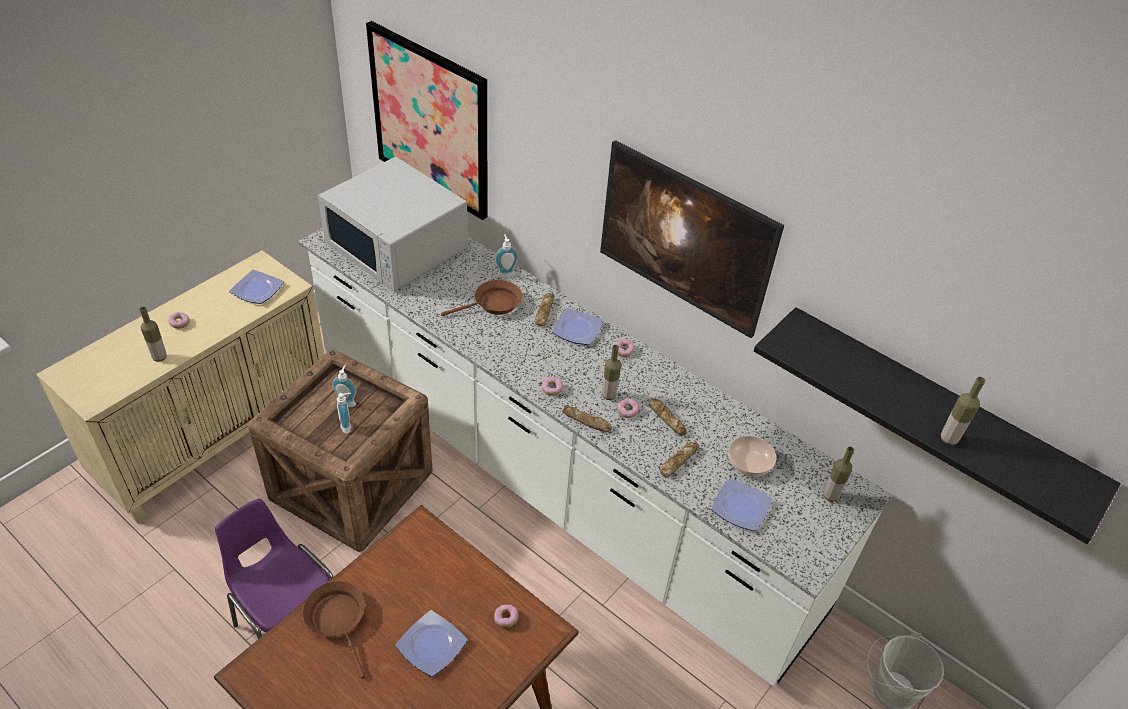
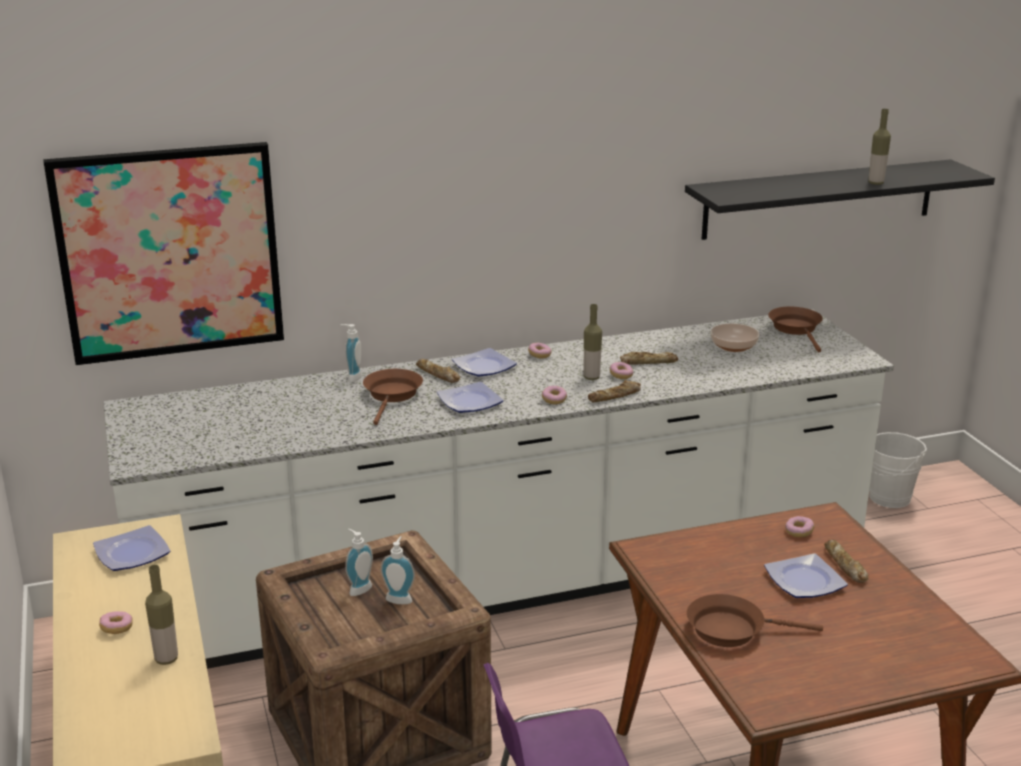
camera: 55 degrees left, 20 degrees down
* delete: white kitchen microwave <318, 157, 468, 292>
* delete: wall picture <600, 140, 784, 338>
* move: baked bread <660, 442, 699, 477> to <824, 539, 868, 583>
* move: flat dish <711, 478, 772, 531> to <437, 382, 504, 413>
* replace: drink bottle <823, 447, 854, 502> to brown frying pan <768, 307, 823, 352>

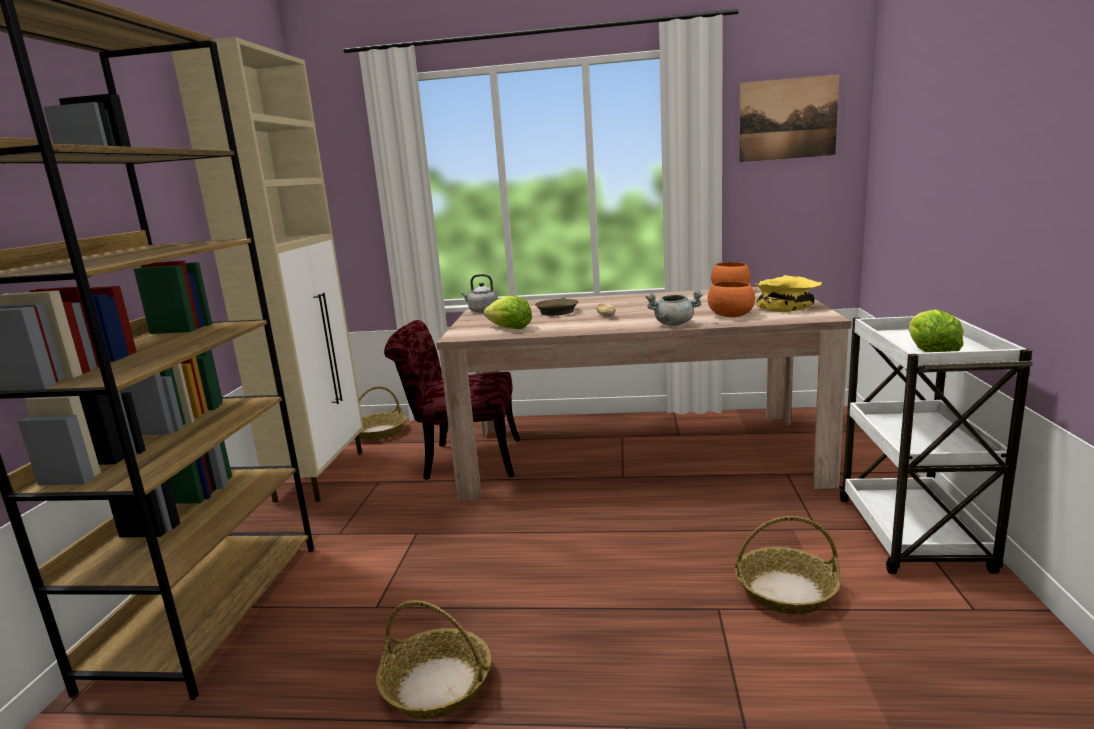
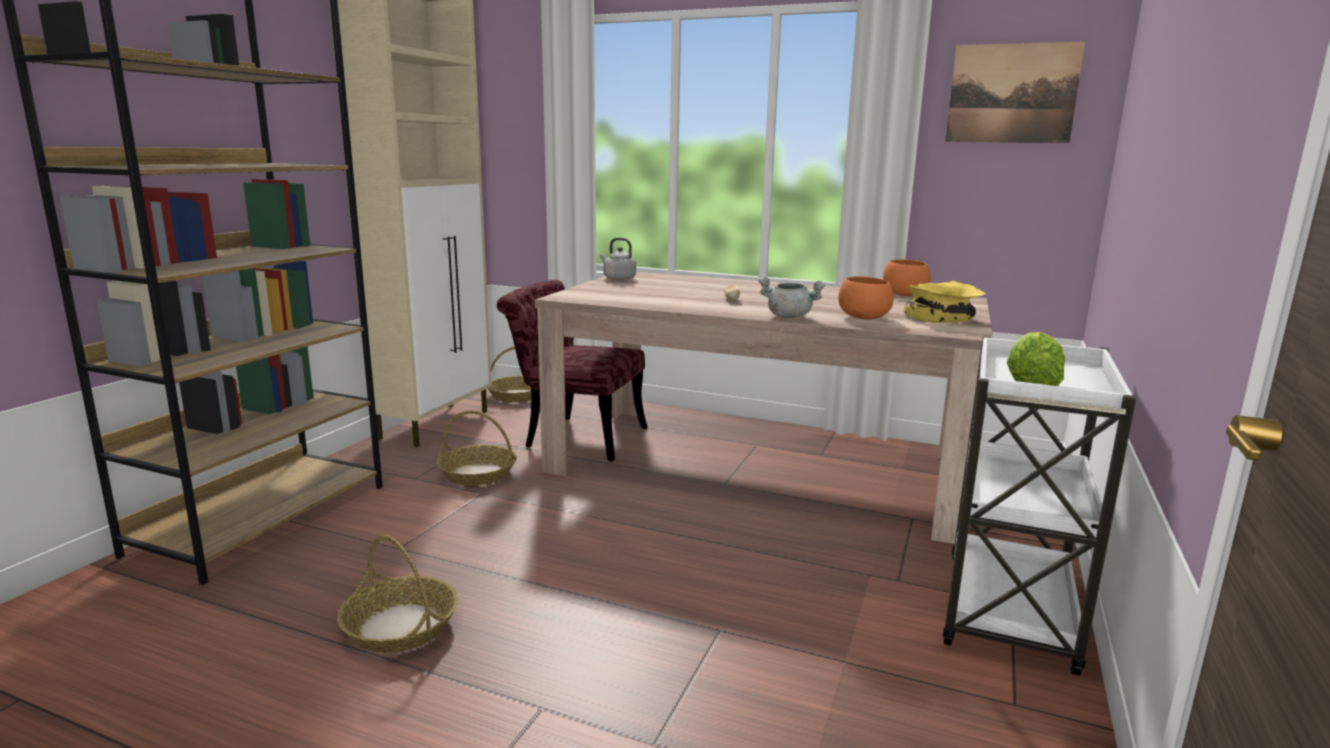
camera: 15 degrees right, 0 degrees up
* delete: head of lettuce <483, 296, 532, 329>
* delete: brown frying pan <535, 297, 578, 316>
* move: basket <735, 516, 840, 615> to <437, 410, 517, 486>

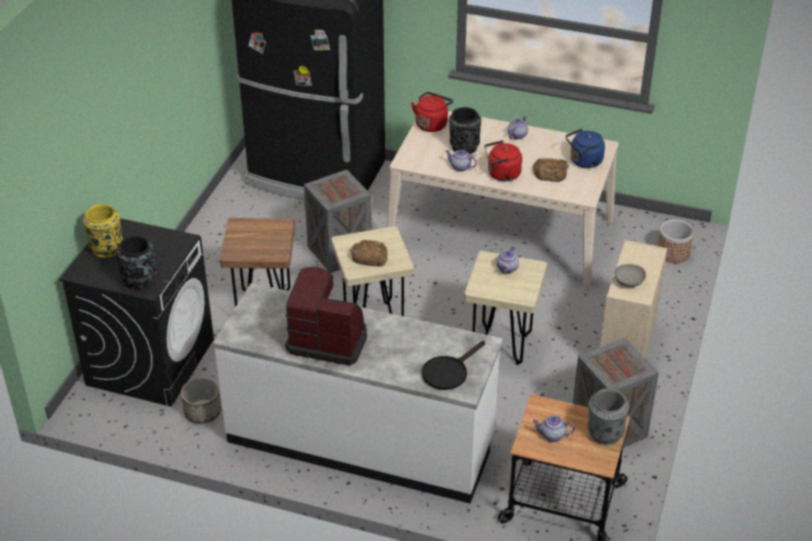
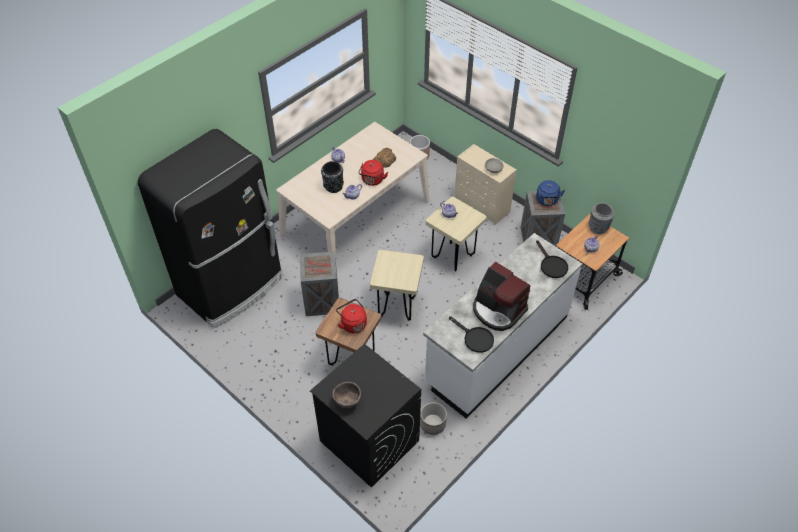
camera: 65 degrees left, 10 degrees up
* delete: black flower vase <116, 235, 157, 289>
* delete: baked bread <350, 240, 388, 267>
* insert: black frying pan <449, 316, 494, 353>
* move: red water kettle <411, 92, 453, 132> to <336, 299, 367, 333>
* move: blue-coloured water kettle <566, 128, 605, 168> to <536, 180, 565, 206>
* replace: yellow-coloured flower vase <83, 204, 123, 258> to brown bowl <333, 382, 361, 408>
* rotate: coffee brewer <285, 267, 367, 366> = <473, 262, 530, 331> 90 degrees counterclockwise

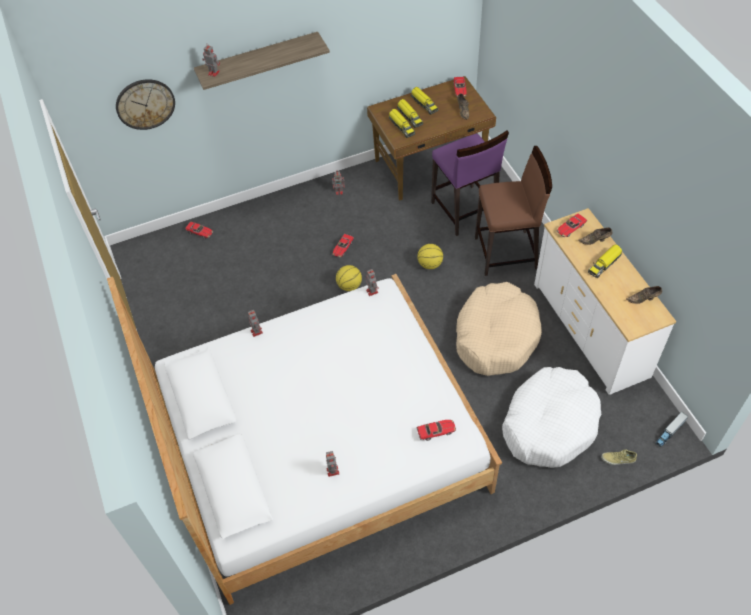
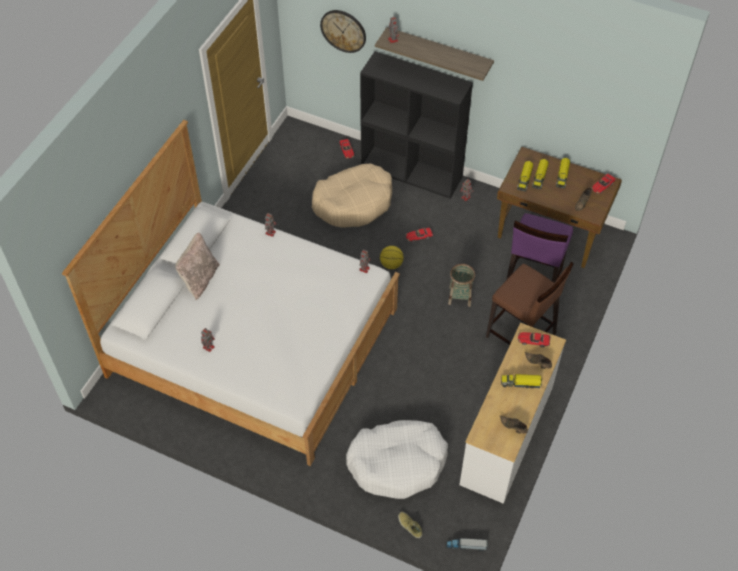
camera: 45 degrees right, 0 degrees up
* delete: miniature car <417, 420, 456, 441>
* insert: sand-coloured cushion <176, 232, 220, 300>
* insert: black bookcase <360, 51, 473, 199>
* move: sand-coloured dog bed <456, 282, 542, 376> to <312, 164, 392, 228>
* replace: ball for basketball <417, 244, 443, 269> to basket <448, 264, 475, 307>

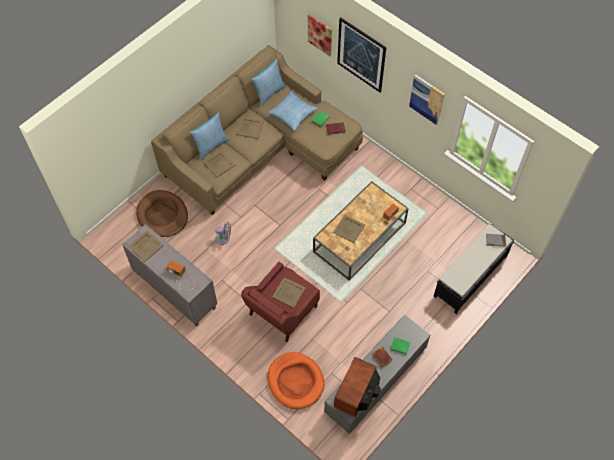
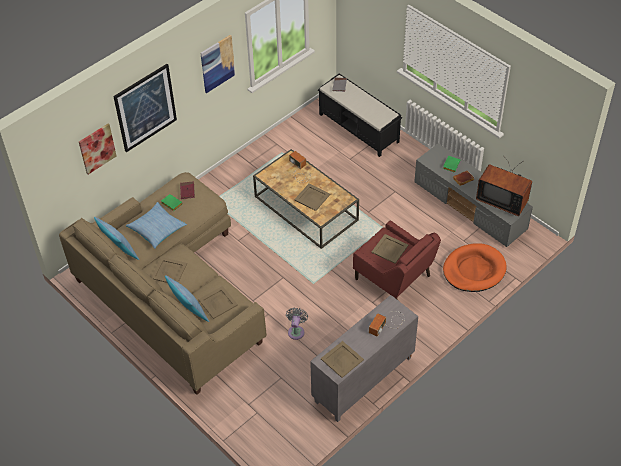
camera: 85 degrees left, 10 degrees down
* delete: brown dog bed <136, 190, 188, 237>

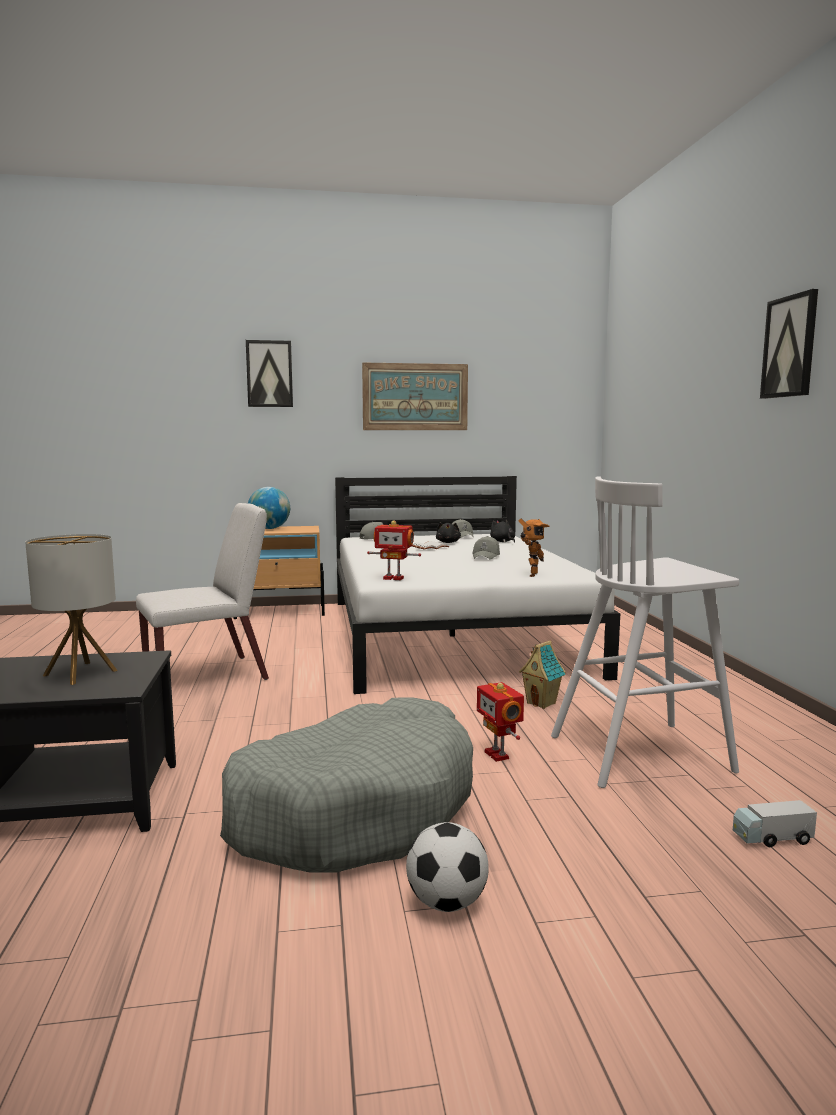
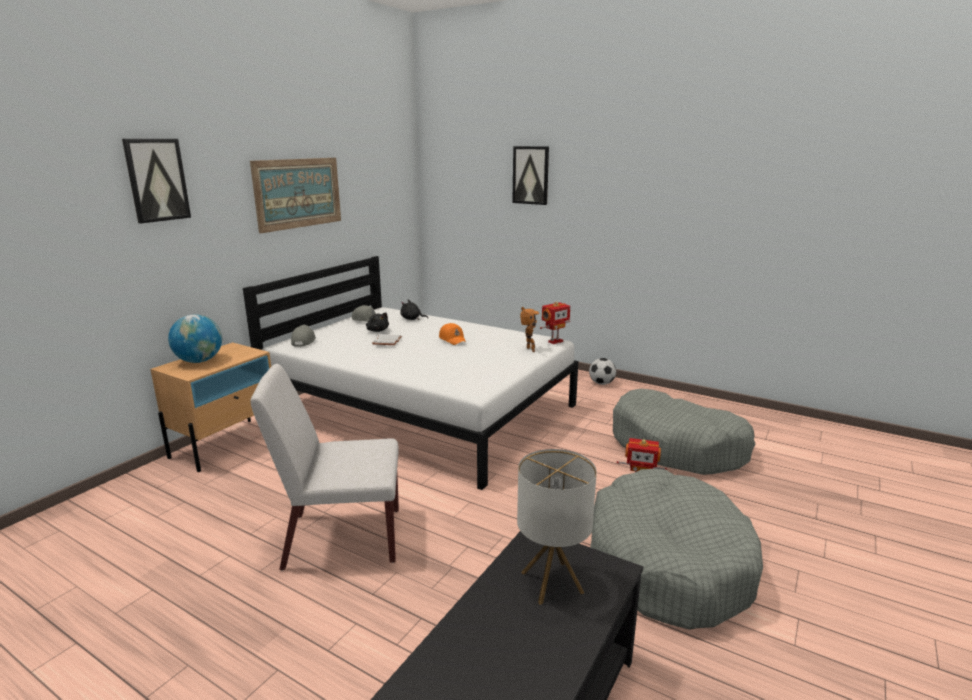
camera: 50 degrees left, 10 degrees up
* delete: model house <519, 641, 566, 709>
* delete: toy lorry <733, 800, 817, 847>
* move: toy robot <367, 520, 421, 580> to <540, 302, 570, 344>
* move: football ball <406, 822, 489, 912> to <589, 358, 616, 385>
* move: wall picture <760, 289, 818, 399> to <512, 146, 549, 205>
* replace: white stool <551, 476, 739, 788> to gray dog bed <613, 389, 755, 475>
* recolor: gray baseball cap <472, 536, 500, 559> to orangey baseball cap <439, 323, 466, 345>
* rotate: white plain chair <136, 503, 269, 680> = <250, 364, 399, 570> 105 degrees counterclockwise

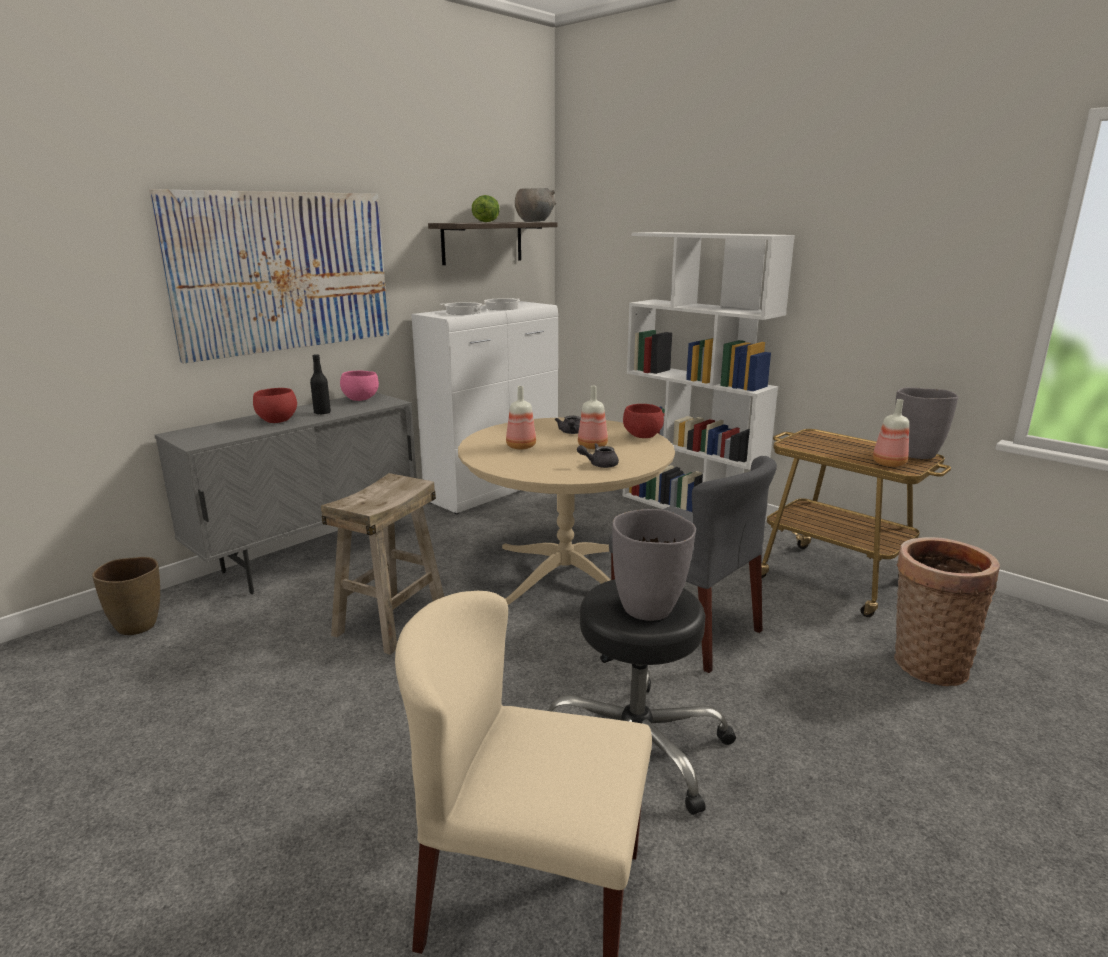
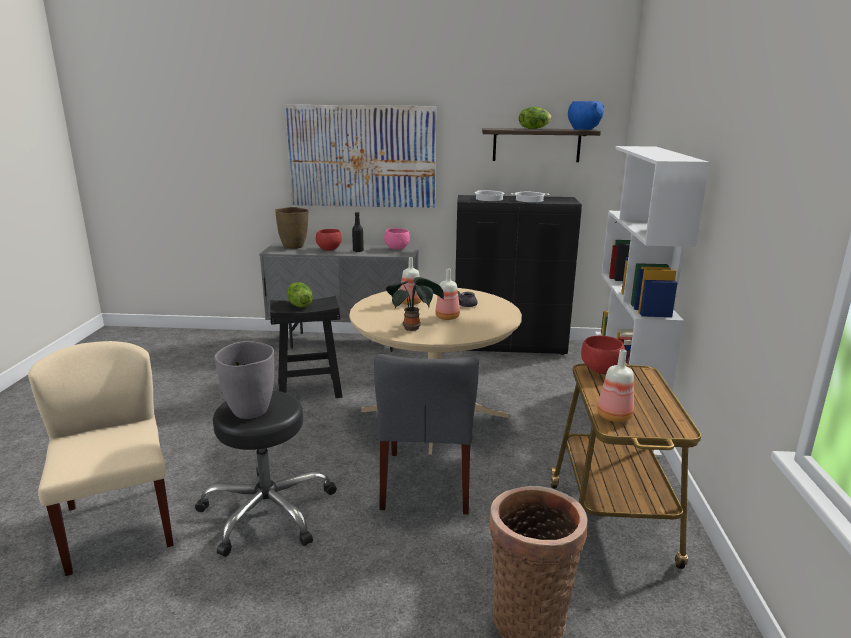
camera: 50 degrees right, 0 degrees up
* delete: gray flower vase <895, 387, 958, 459>
* insert: head of lettuce <287, 282, 313, 308>
* move: brown flower vase <92, 557, 160, 635> to <275, 207, 308, 249>
* move: red bowl <623, 404, 664, 438> to <581, 336, 625, 374>
* replace: gray tea pot <577, 443, 619, 468> to plant in a pot <386, 277, 444, 331>
* recolor: sand-coloured stool <321, 473, 444, 655> to black stool <270, 296, 343, 398>
* recolor: white cupboard <411, 301, 558, 514> to black cupboard <455, 195, 582, 355>
* recolor: gray bowl <515, 188, 556, 222> to blue-coloured bowl <568, 101, 604, 130>

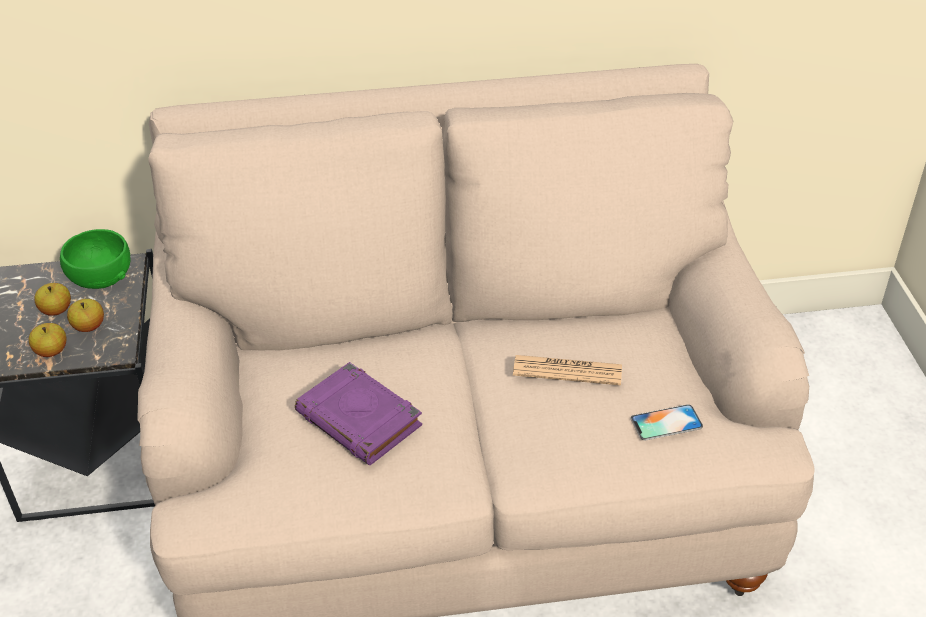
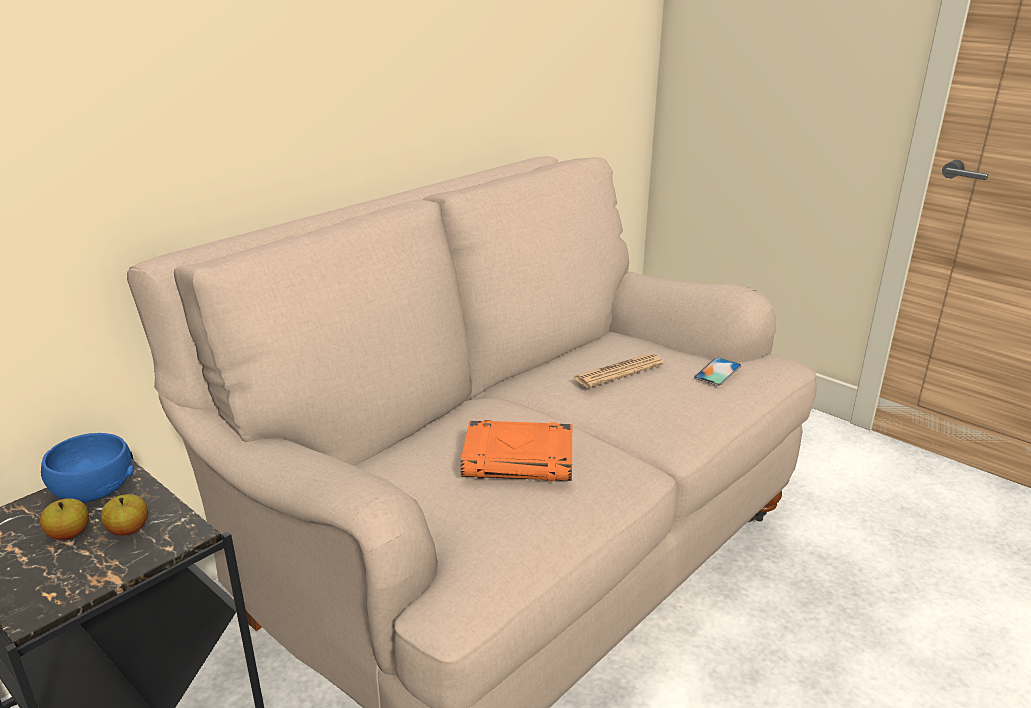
camera: 40 degrees left, 15 degrees down
* delete: whole apple <29, 323, 67, 357>
* recolor: green-coloured bowl <60, 229, 131, 289> to blue-coloured bowl <41, 433, 134, 503>
* recolor: purple book <295, 362, 422, 465> to orangey book <460, 420, 572, 481>

